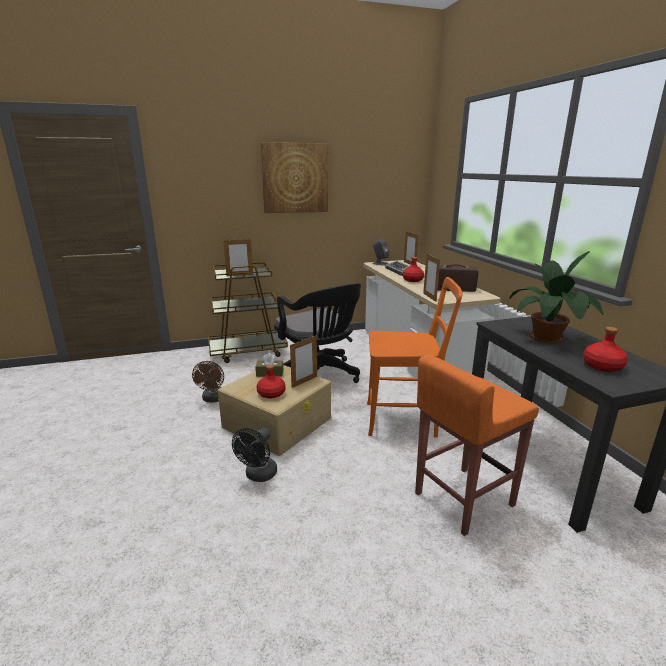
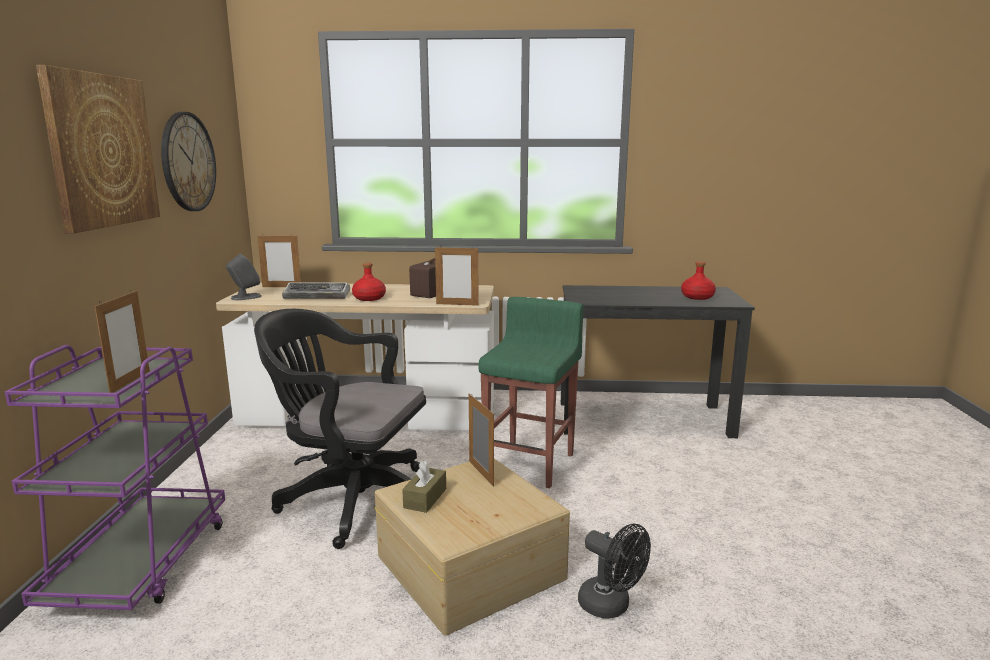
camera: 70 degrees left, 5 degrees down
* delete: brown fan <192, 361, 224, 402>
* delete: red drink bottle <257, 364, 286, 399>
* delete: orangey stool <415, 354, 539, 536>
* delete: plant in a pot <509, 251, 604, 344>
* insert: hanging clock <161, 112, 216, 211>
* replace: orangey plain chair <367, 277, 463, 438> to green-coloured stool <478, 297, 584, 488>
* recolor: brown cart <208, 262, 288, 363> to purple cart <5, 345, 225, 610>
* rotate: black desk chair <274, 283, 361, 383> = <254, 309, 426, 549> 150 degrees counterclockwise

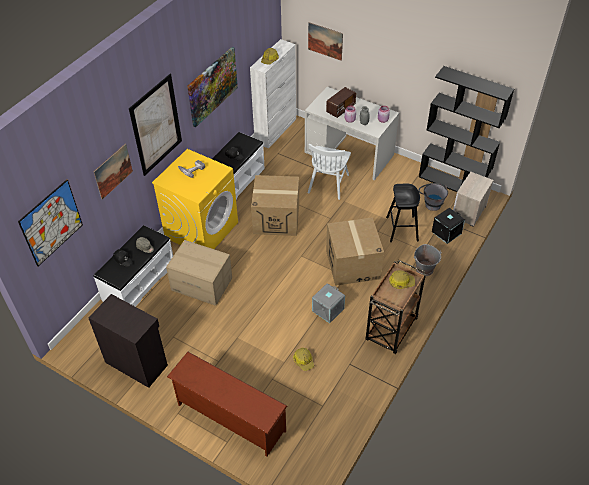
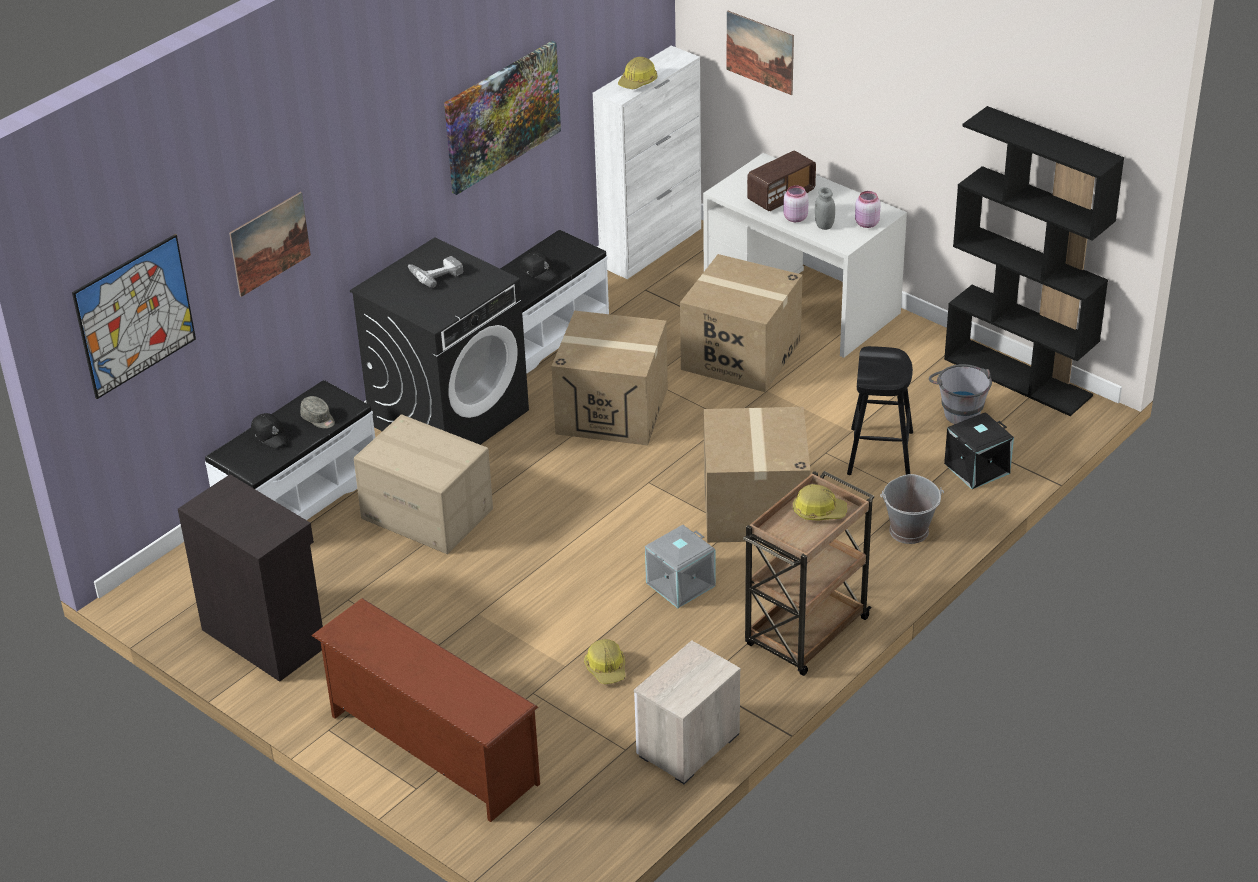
camera: 10 degrees right, 10 degrees down
* delete: wall picture <129, 74, 182, 176>
* move: bedside table <453, 172, 493, 227> to <634, 640, 741, 784>
* replace: white plain chair <308, 144, 351, 200> to packing box <680, 254, 803, 392>
* recolor: yellow-coloured laundry machine <152, 149, 238, 249> to black laundry machine <350, 237, 529, 445>

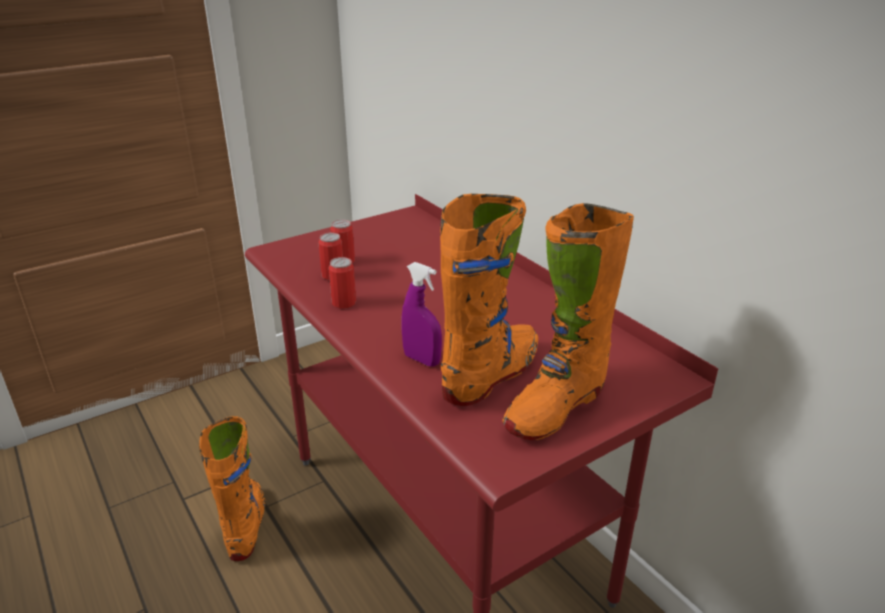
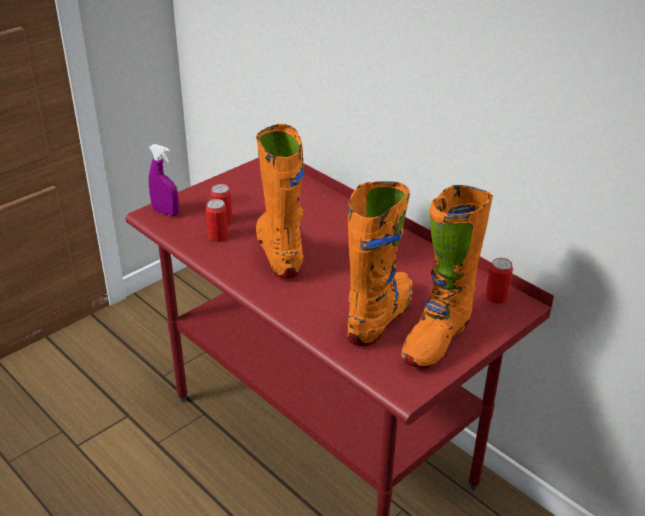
camera: 10 degrees left, 5 degrees up
* move: orangey tall boot <199, 416, 266, 561> to <256, 124, 304, 279>
* move: sealed can <329, 257, 356, 309> to <486, 258, 513, 304>
* move: purple hand sprayer <401, 262, 442, 367> to <149, 144, 179, 216>

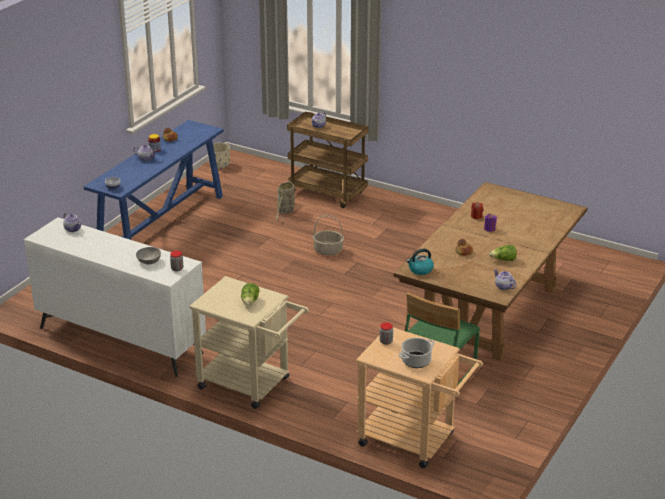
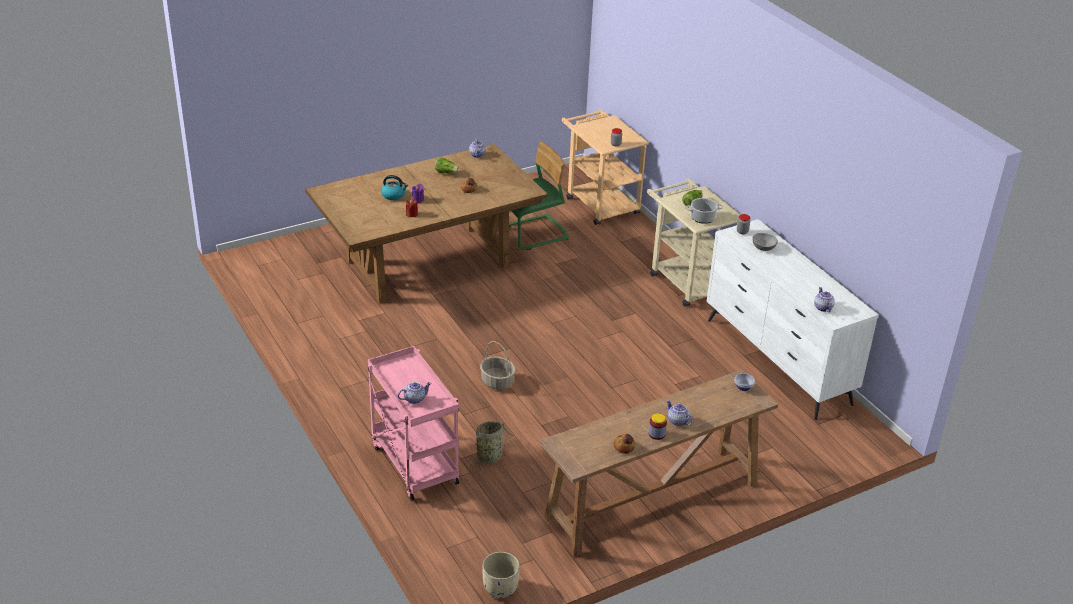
camera: 150 degrees left, 5 degrees up
* move: stockpot <399, 338, 435, 368> to <685, 198, 723, 224>
* move: water kettle <406, 249, 434, 275> to <381, 175, 408, 200>
* recolor: blue-coloured narrow table <84, 120, 224, 240> to brown narrow table <540, 370, 778, 557>
* recolor: brown cart <287, 112, 369, 208> to pink-coloured cart <368, 346, 459, 501>

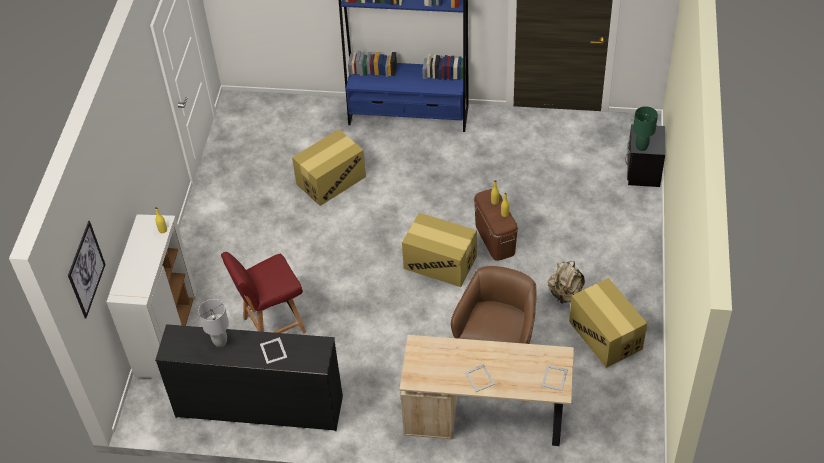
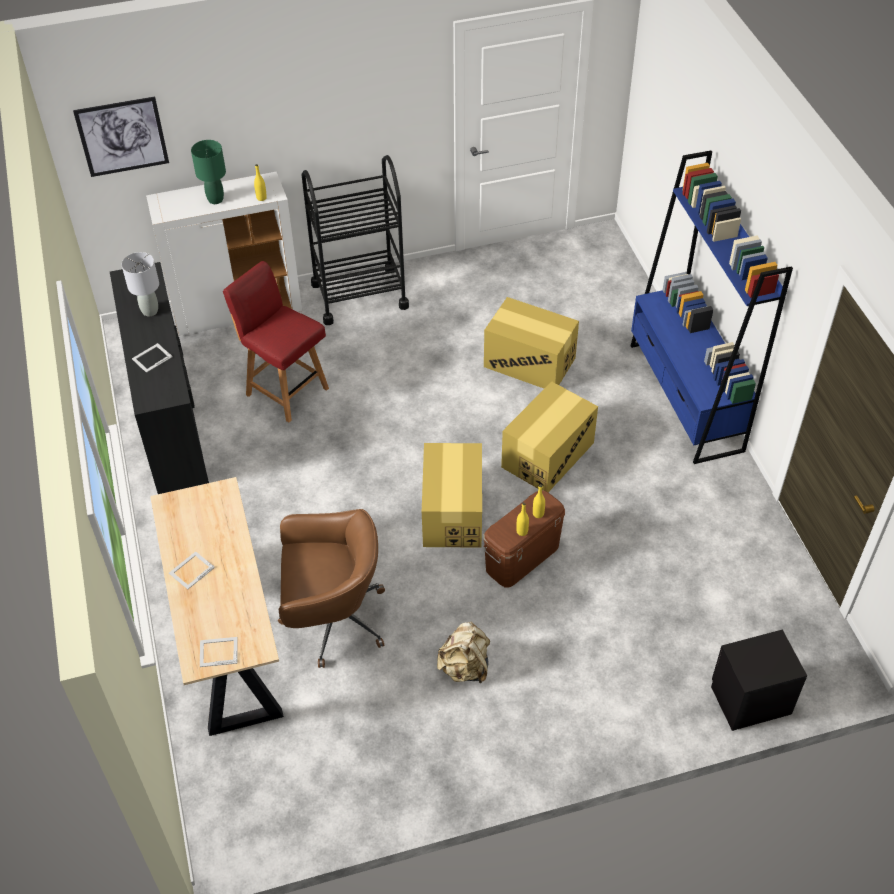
camera: 65 degrees right, 0 degrees up
* insert: black cart <302, 155, 409, 325>
* move: packing box <569, 278, 647, 368> to <501, 381, 598, 492>
* move: green-coloured tabletop lamp <633, 106, 658, 151> to <191, 140, 226, 204>

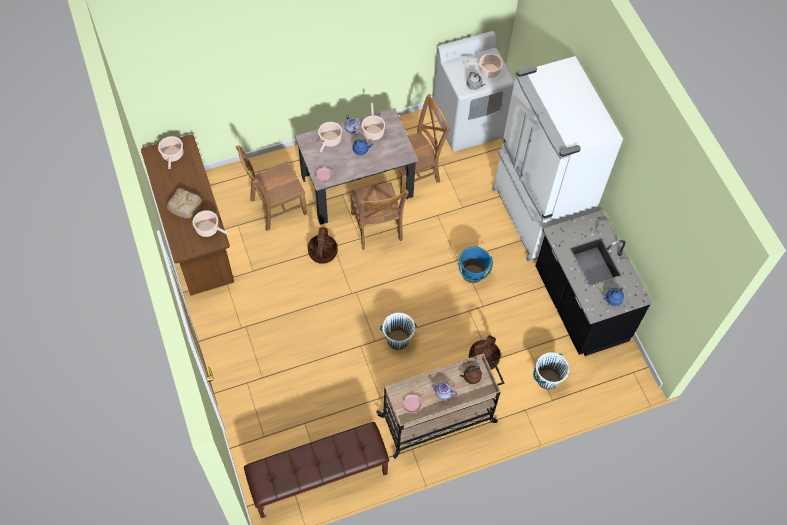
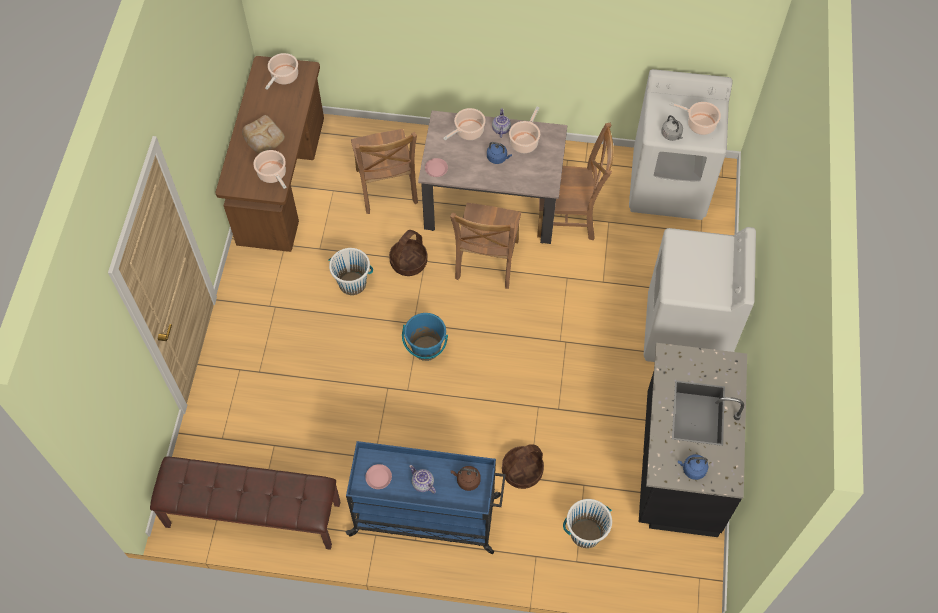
camera: 30 degrees right, 0 degrees up
* move: white pail <380, 313, 417, 350> to <328, 248, 373, 295>
* move: blue-coloured pail <458, 247, 493, 283> to <402, 313, 448, 361>
* replace: white kitchen fridge <492, 56, 623, 262> to white laundry machine <644, 227, 756, 362>
* recolor: sand-coloured cart <376, 353, 504, 459> to blue-coloured cart <346, 441, 506, 554>
* rotate: brown plain chair <236, 145, 307, 231> = <351, 129, 418, 214> 105 degrees counterclockwise

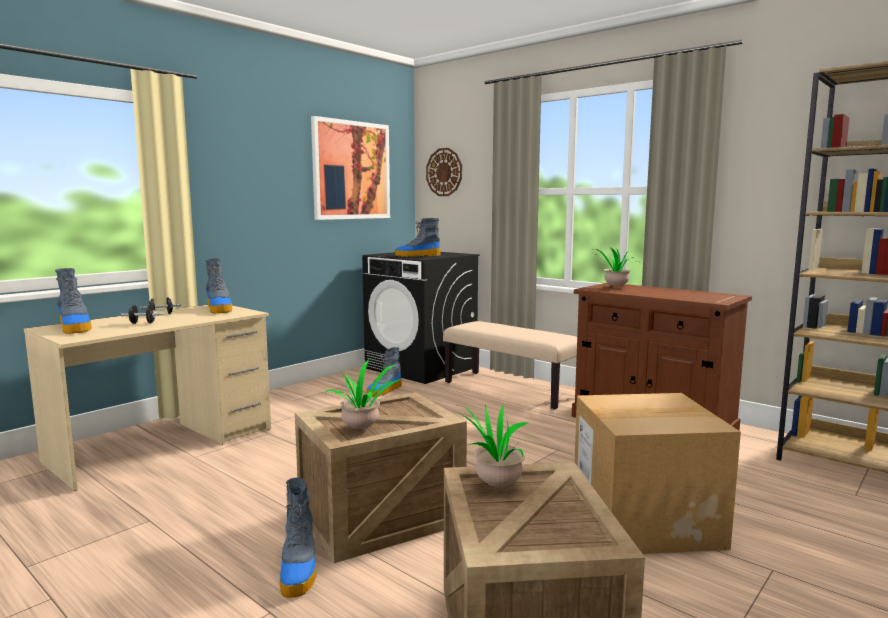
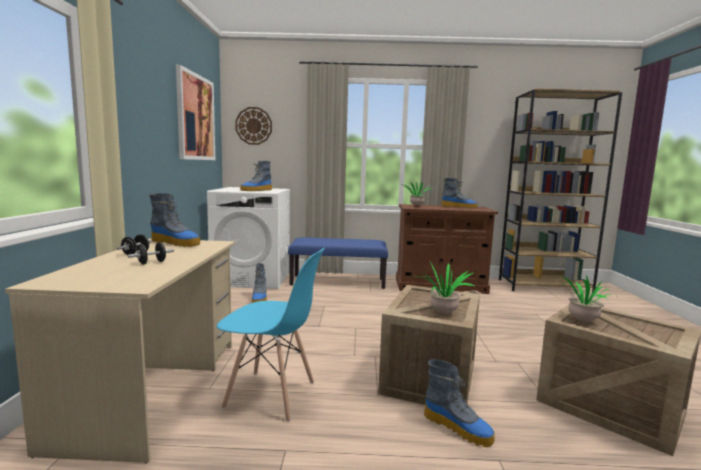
camera: 40 degrees left, 0 degrees up
* delete: packing box <574, 393, 741, 554>
* insert: blue-coloured plain chair <217, 248, 325, 422>
* move: tall boot <55, 268, 91, 334> to <441, 178, 478, 208>
* recolor: black laundry machine <362, 252, 480, 384> to white laundry machine <207, 187, 290, 289>
* recolor: sand-coloured bench <443, 321, 577, 410> to blue-coloured bench <288, 237, 388, 289>

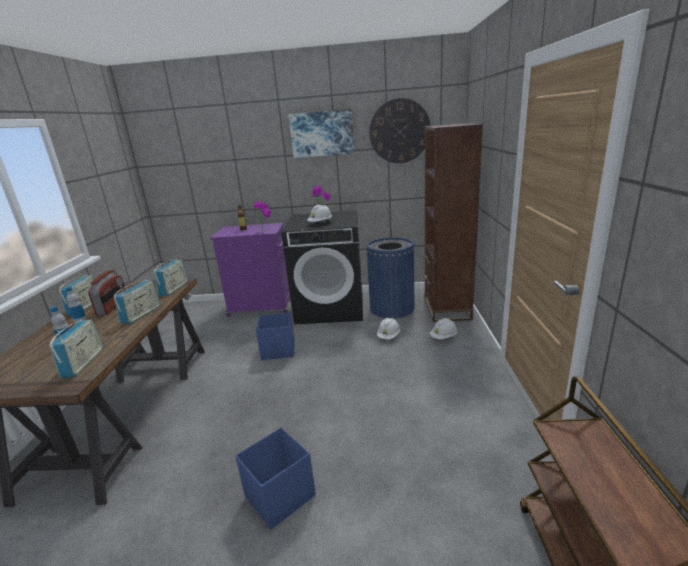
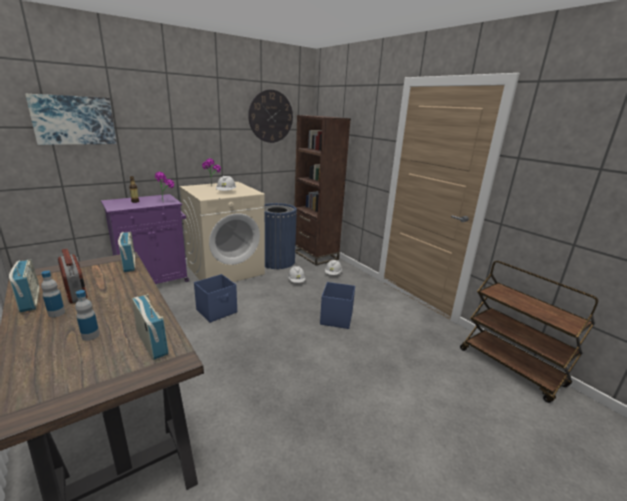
camera: 40 degrees left, 0 degrees up
* delete: radio set <114, 280, 161, 324>
* move: blue-coloured storage box <235, 427, 316, 530> to <320, 282, 355, 329>
* move: wall picture <288, 109, 354, 158> to <25, 94, 117, 145>
* recolor: black laundry machine <281, 210, 363, 324> to sand-coloured laundry machine <179, 182, 265, 282>

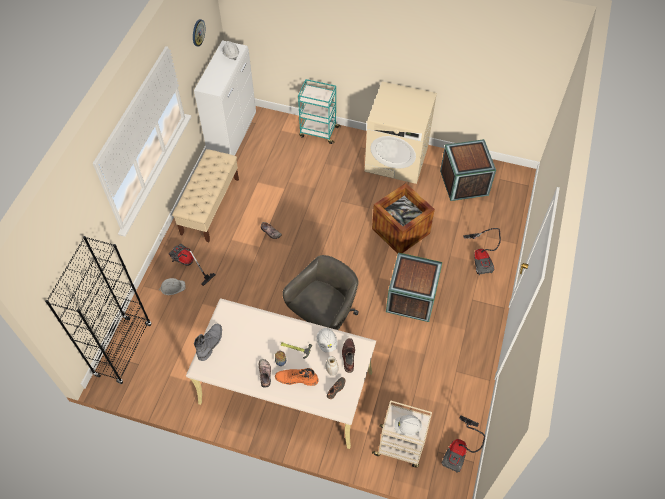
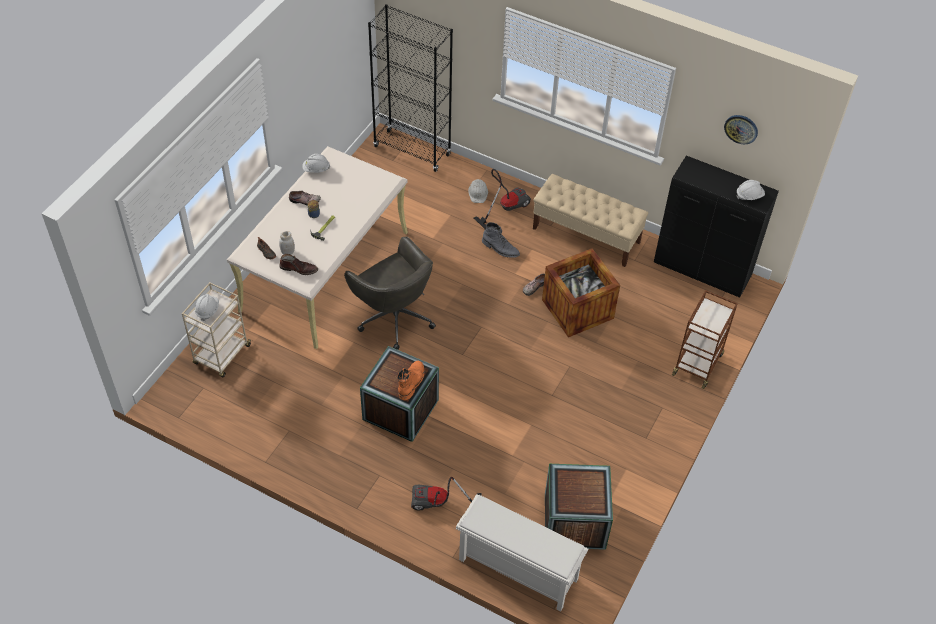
camera: 100 degrees right, 5 degrees down
* delete: sand-coloured laundry machine <365, 81, 437, 184>
* delete: vacuum cleaner <442, 415, 485, 473>
* insert: white shoe stand <456, 494, 588, 611>
* move: gray tall boot <194, 324, 222, 361> to <482, 222, 520, 258>
* move: orangey tall boot <275, 368, 319, 386> to <397, 361, 424, 400>
* move: white safety helmet <316, 328, 337, 352> to <302, 154, 330, 173>
* move: packing crate <372, 183, 435, 254> to <542, 248, 620, 337>
* recolor: white cupboard <194, 40, 256, 156> to black cupboard <654, 156, 779, 298>
* recolor: turquoise cart <298, 79, 341, 144> to brown cart <672, 290, 738, 389>

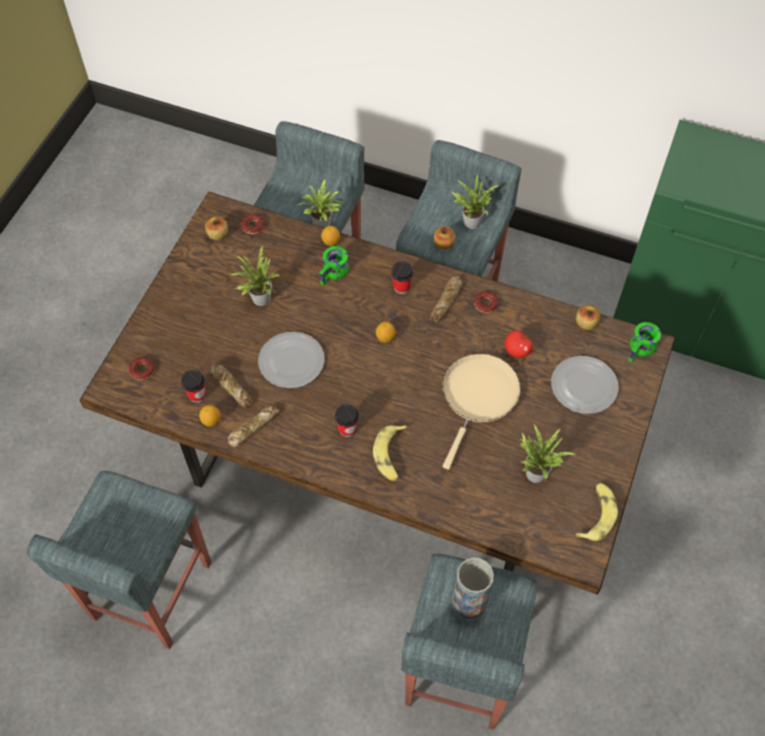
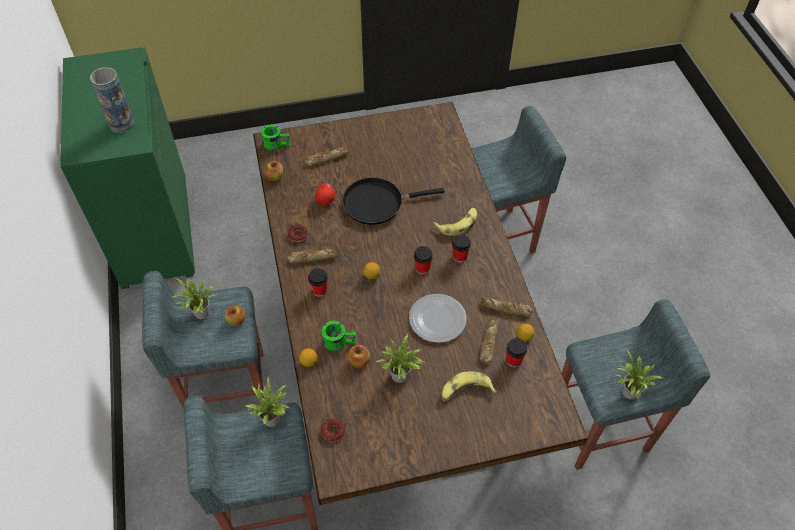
camera: 125 degrees left, 5 degrees down
* delete: doughnut <129, 357, 154, 380>
* insert: cup <414, 246, 433, 274>
* move: whole apple <205, 216, 228, 240> to <348, 345, 370, 368>
* move: flower vase <452, 558, 494, 622> to <90, 67, 134, 133>
* move: plant in a pot <520, 424, 577, 483> to <617, 350, 663, 399>
* move: banana <576, 483, 618, 541> to <441, 371, 497, 402>
* replace: flat dish <551, 356, 619, 414> to baked bread <305, 148, 349, 166>
* recolor: sand-coloured frying pan <443, 354, 521, 470> to black frying pan <342, 177, 445, 225>

